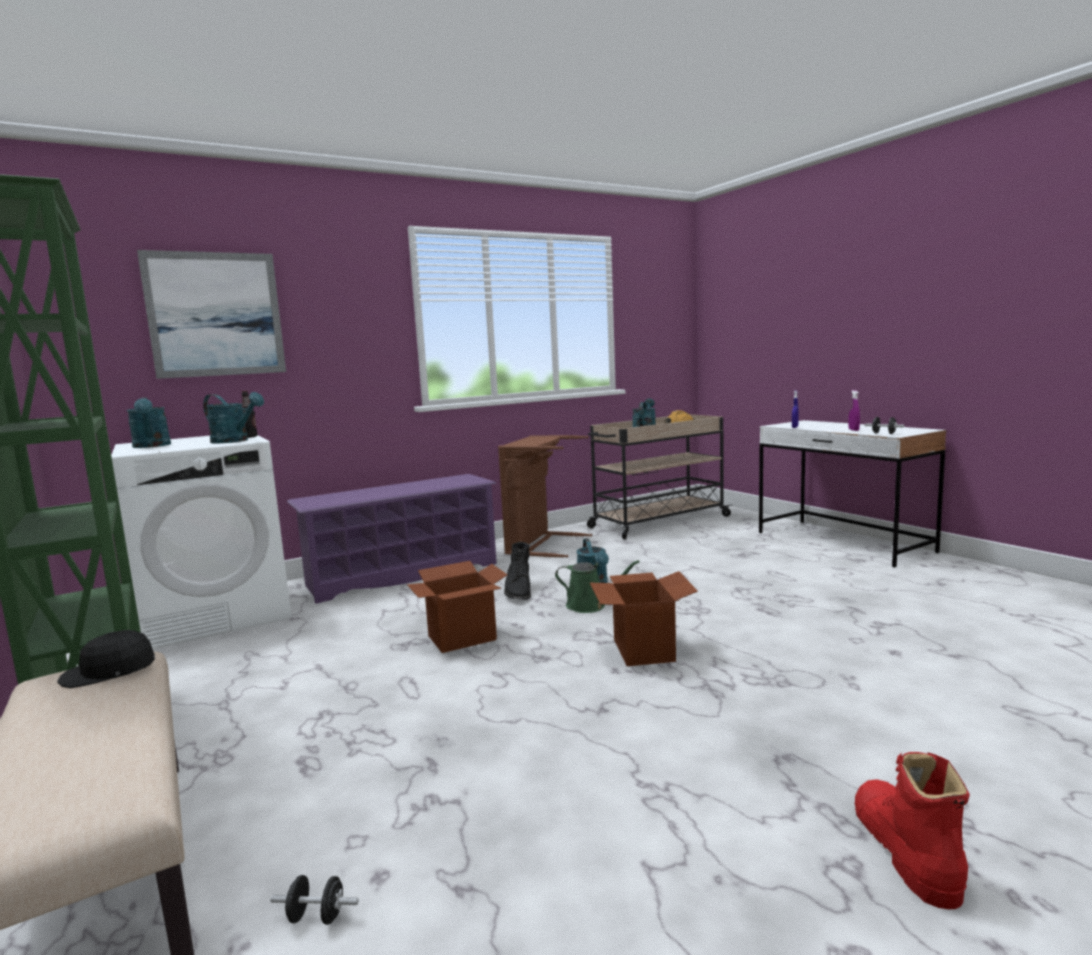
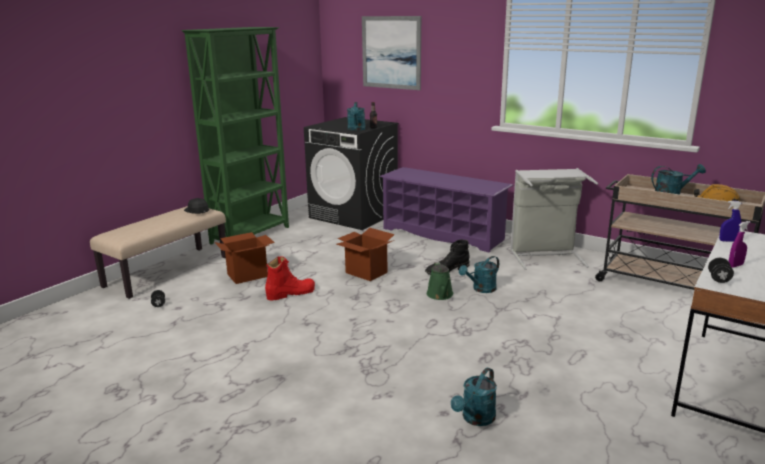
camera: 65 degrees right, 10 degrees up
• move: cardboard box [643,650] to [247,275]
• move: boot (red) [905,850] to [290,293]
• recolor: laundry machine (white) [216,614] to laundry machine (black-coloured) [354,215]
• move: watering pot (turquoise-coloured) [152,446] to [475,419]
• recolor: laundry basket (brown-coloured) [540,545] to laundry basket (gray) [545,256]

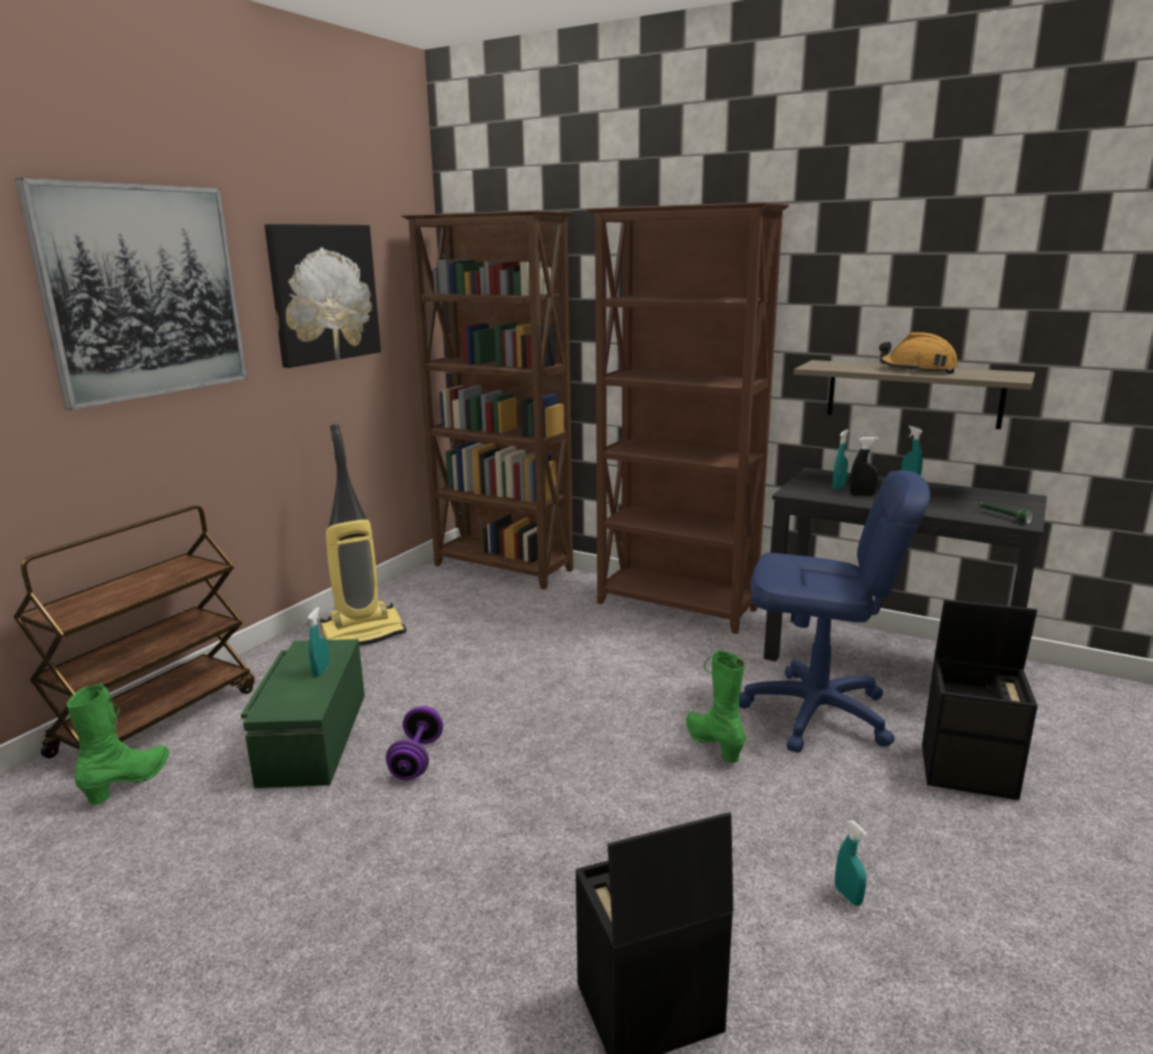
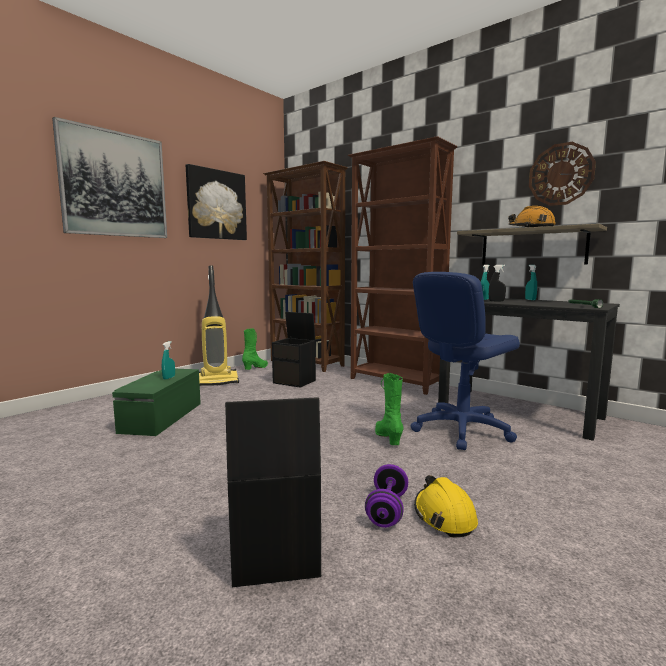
camera: 10 degrees right, 10 degrees down
• move: boot (greenish) [130,782] to [256,368]
• move: storage bin (black-coloured) [970,770] to [295,381]
• move: free weight (purple) [417,759] to [387,510]
• rotate: desk chair (blue) [816,713] = [461,430] 120 degrees clockwise
• replace: hand sprayer (turquoise-coloured) [848,896] to work helmet (yellowish) [444,516]
• insert: hanging clock [561,174]
• delete: wheeled cart (brown-coloured) [157,720]

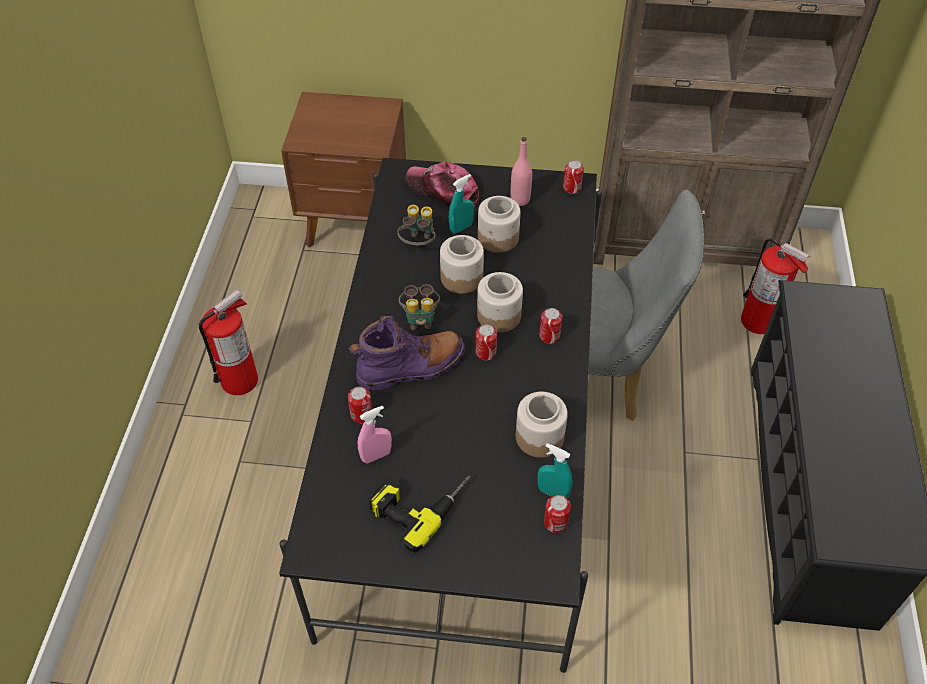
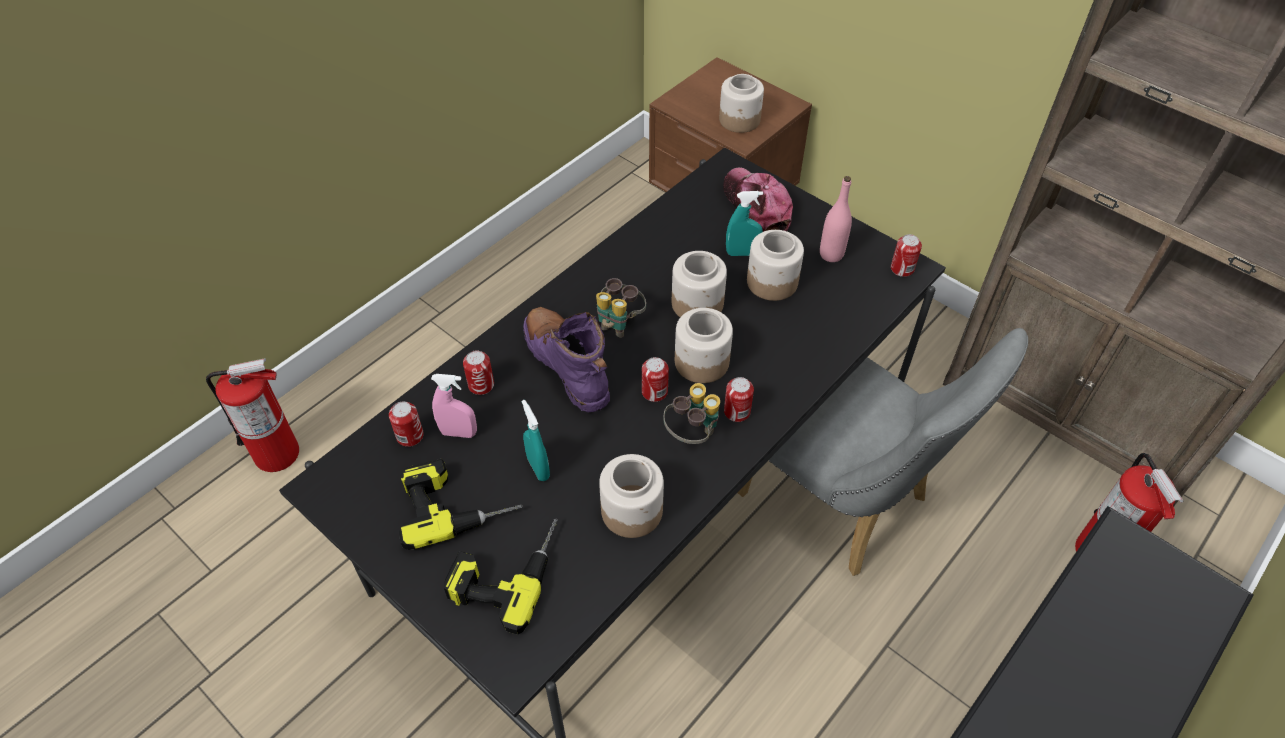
camera: 35 degrees right, 0 degrees up
• move: fire-fighting cylinder [240,380] to [277,453]
• move: sealed can [555,522] to [410,436]
• insert: power drill [505,569]
• move: hand sprayer (turquoise-coloured) [552,492] to [538,468]
• rotate: boot (purple) [411,367] = [567,366] 135 degrees counterclockwise
• move: field glasses [418,243] to [692,434]
• insert: storage jar [740,120]

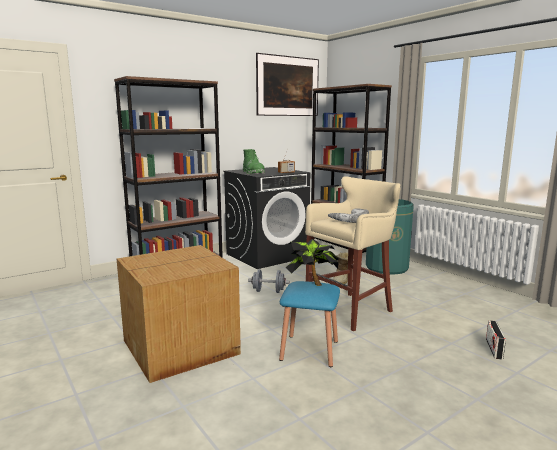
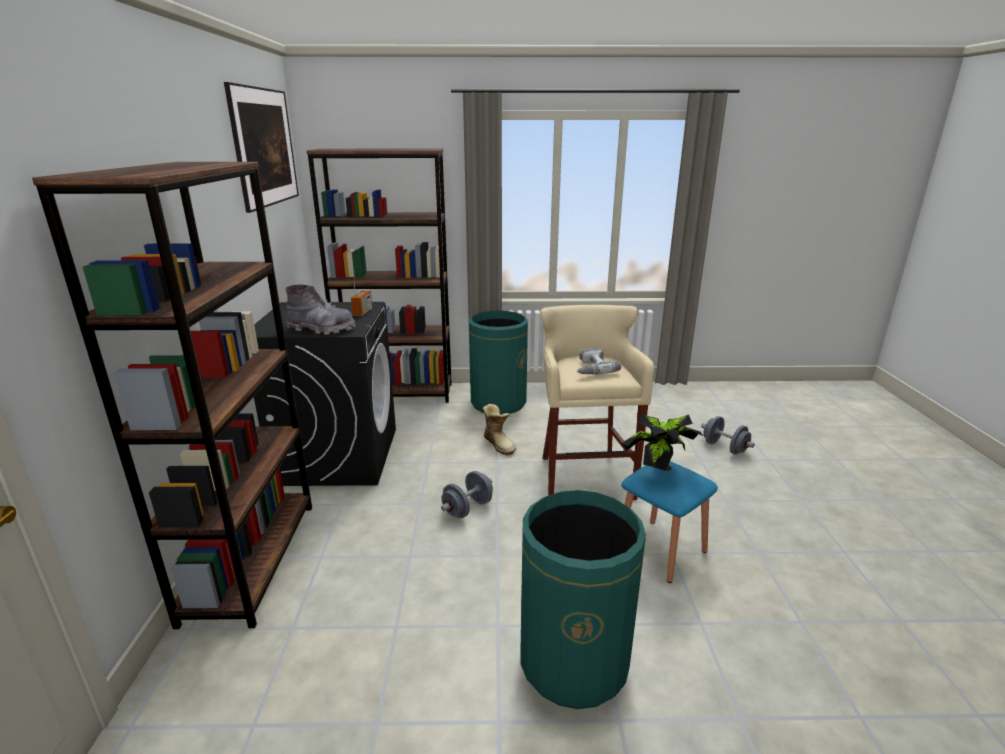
camera: 55 degrees left, 10 degrees up
• recolor: boot (greenish) [253,173] to boot (gray) [321,329]
• replace: cardboard box [182,347] to rubbish bin (greenish) [574,662]
• replace: radio receiver [494,349] to free weight (gray) [724,448]

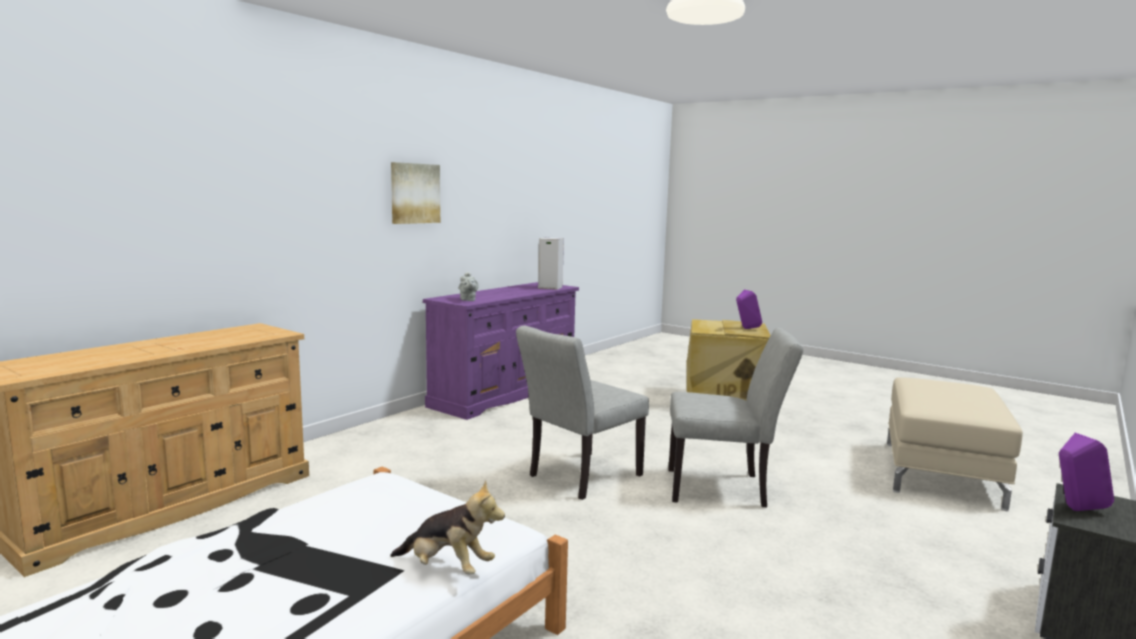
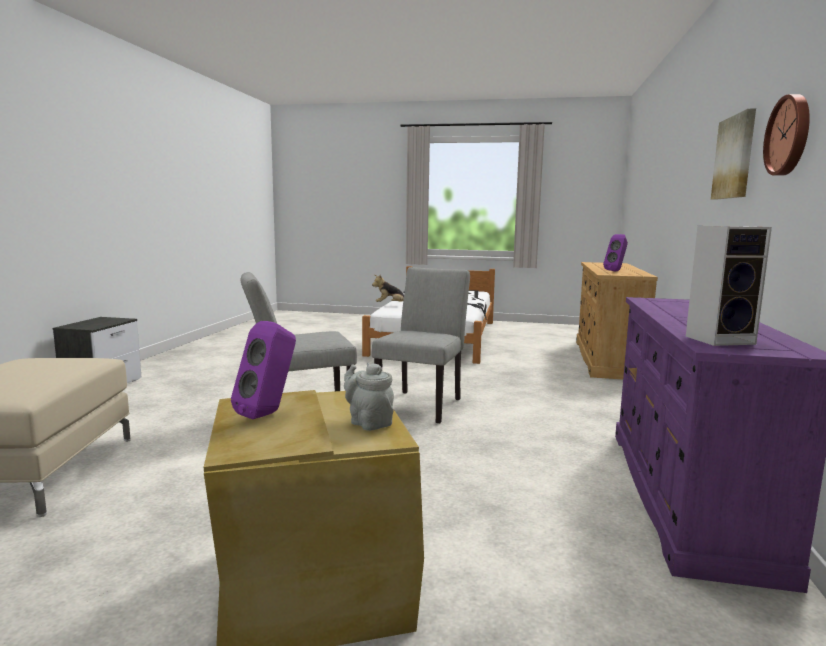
camera: 155 degrees right, 0 degrees up
• move: teapot (gray) [468,300] to [368,422]
• move: audio speaker (purple) [1075,510] to [616,271]
• insert: hanging clock [790,135]

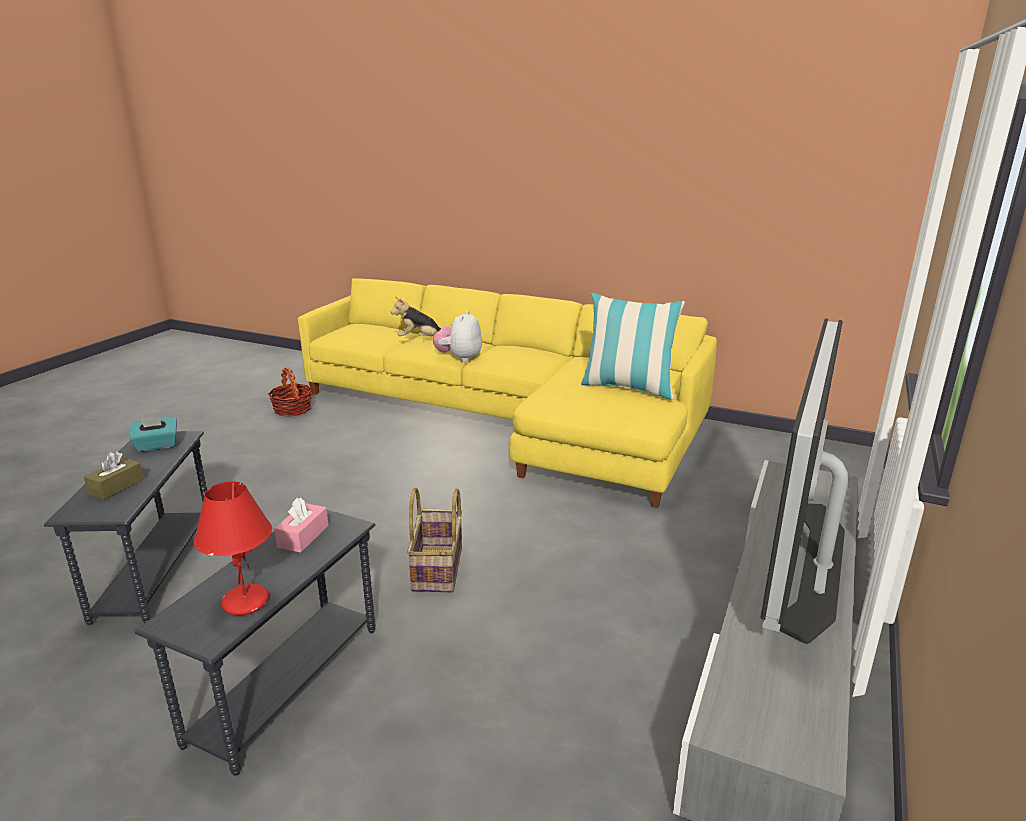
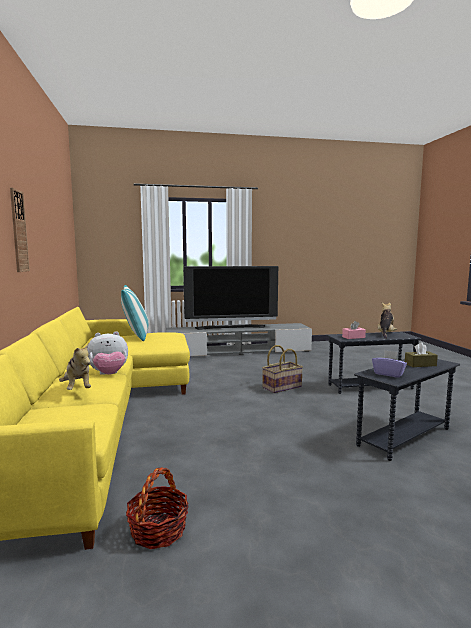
camera: 125 degrees left, 15 degrees down
• insert: hanging clock [19,231]
• recolor: box of tissues (turquoise-coloured) [157,445] to box of tissues (purple) [388,374]
• replace: table lamp (red) [245,601] to soft toy [385,334]

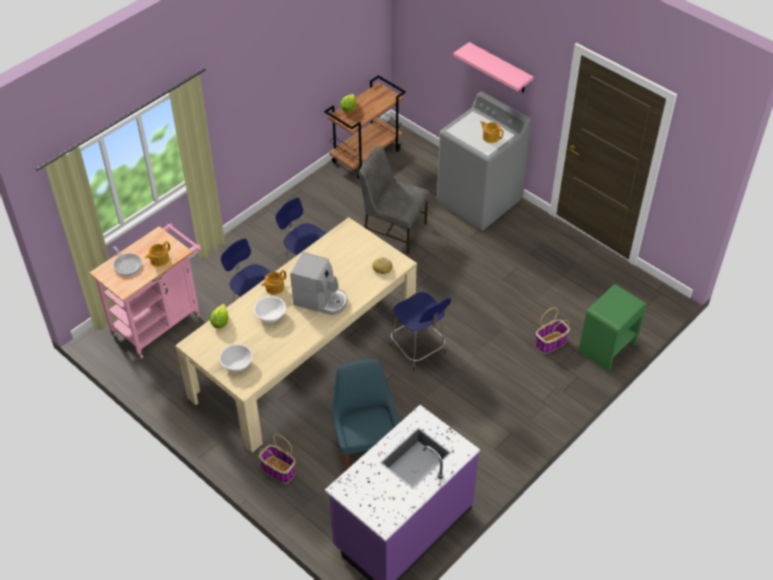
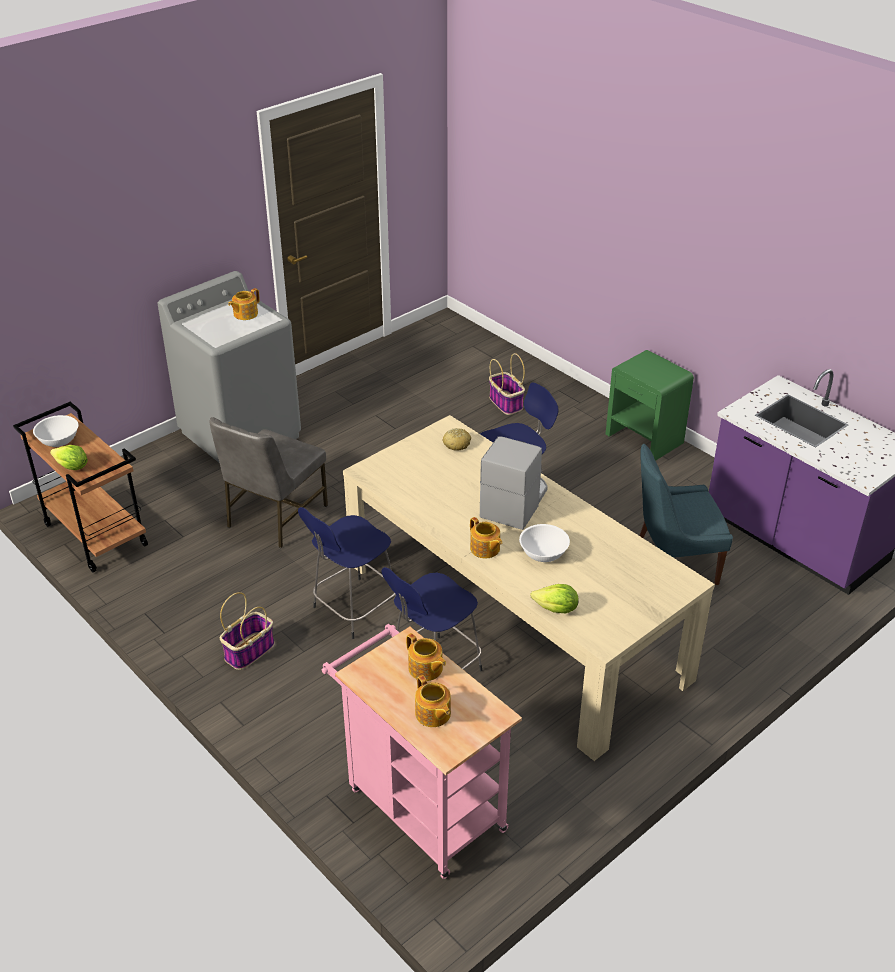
camera: 85 degrees left, 10 degrees down
• move: serving bowl (white) [237,364] to [58,441]
• move: storage basket [279,470] to [249,651]
• replace: frying pan [127,265] to teapot [433,714]
• move: night table (greenish) [607,347] to [645,439]
• delete: shelf (pinkish) [500,68]

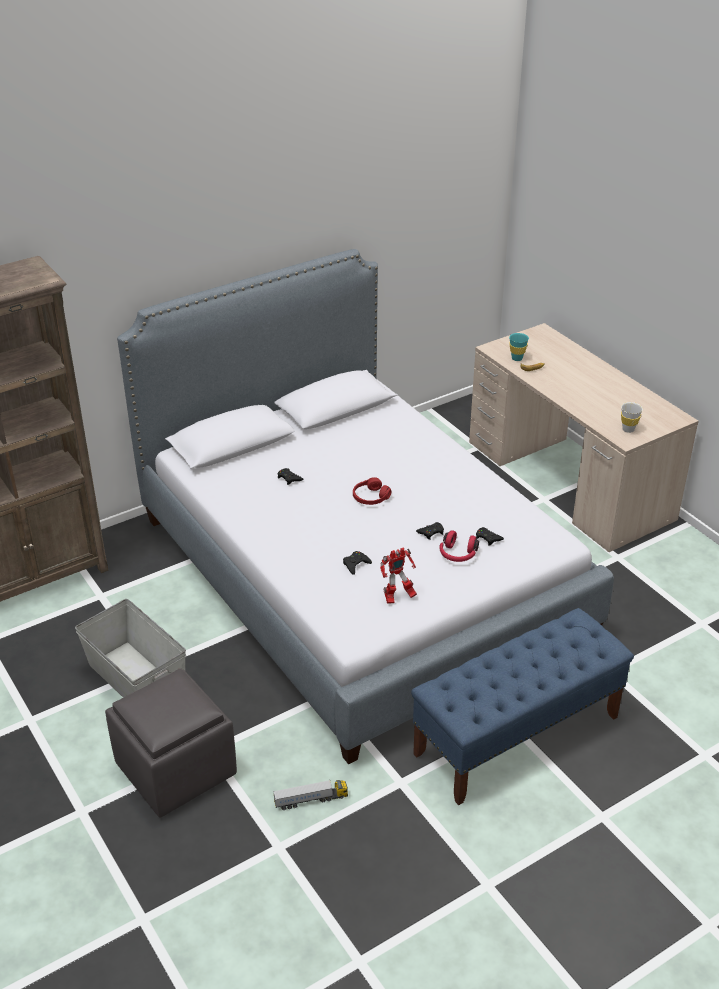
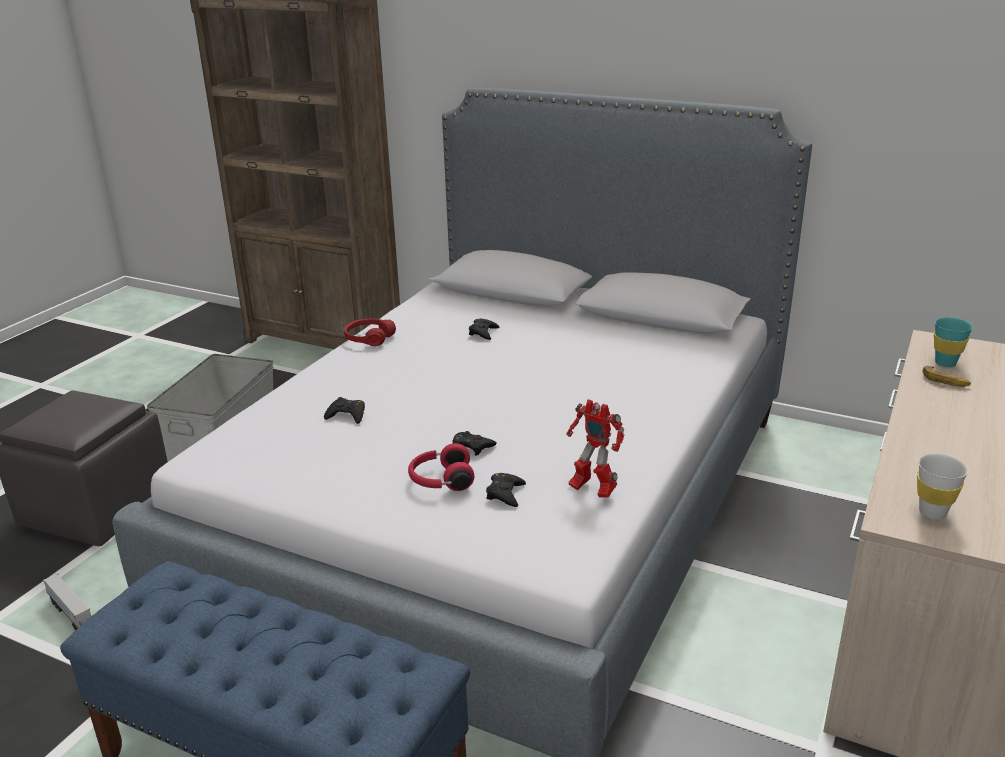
camera: 60 degrees right, 10 degrees down
• move: headset (red) [370,497] to [369,338]
• move: robot figure [398,597] to [592,489]

